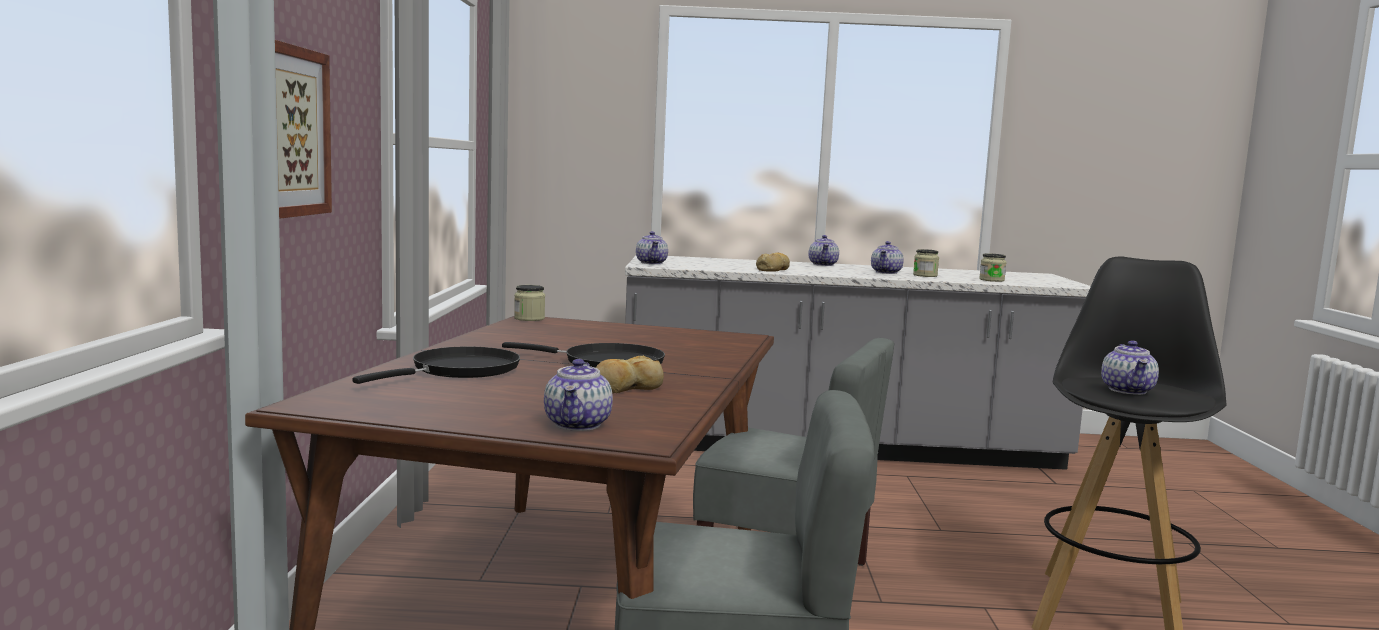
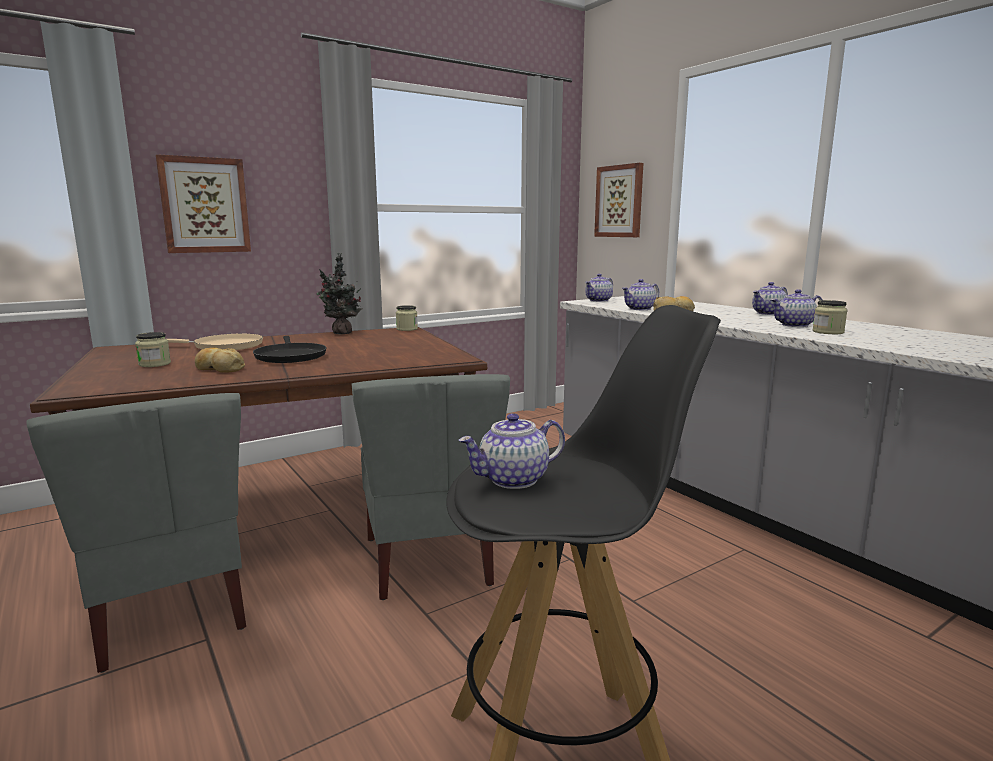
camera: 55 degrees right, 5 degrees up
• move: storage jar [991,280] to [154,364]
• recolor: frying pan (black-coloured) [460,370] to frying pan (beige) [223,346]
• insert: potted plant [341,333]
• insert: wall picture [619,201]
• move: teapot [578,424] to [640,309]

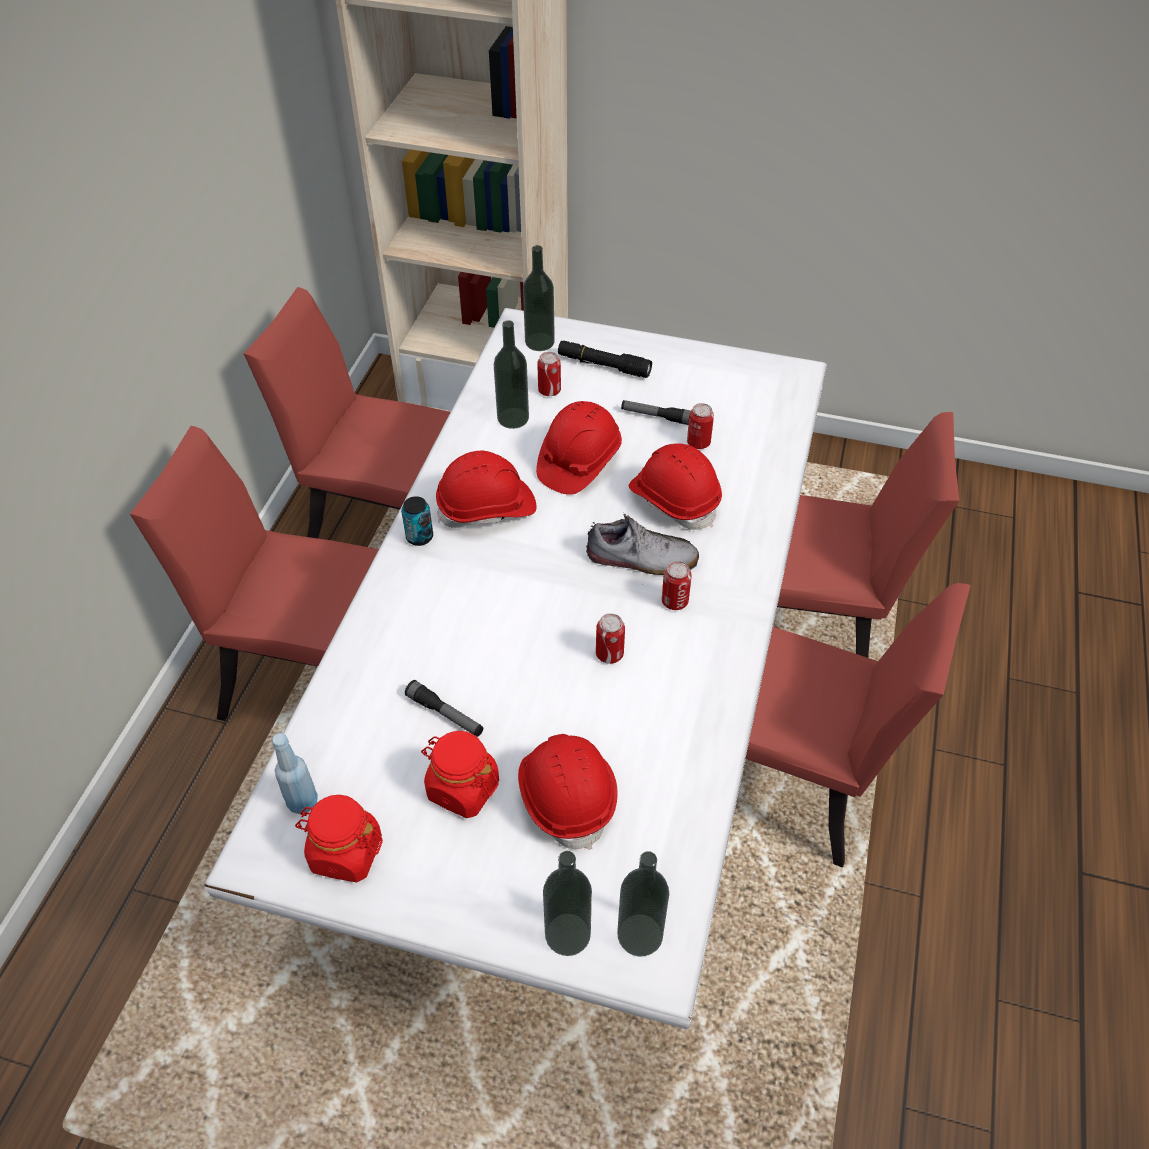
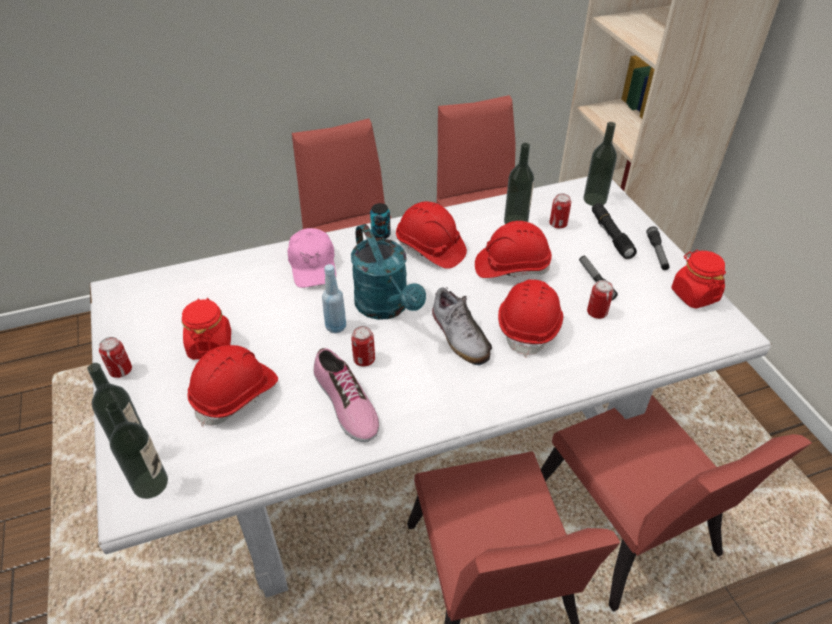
camera: 55 degrees right, 5 degrees down
• move: sealed can [674,601] to [121,371]
• insert: baseball cap (pinkish) [313,265]
• insert: shoe [345,403]
• move: beverage bottle (blue) [302,802] to [336,327]
• insert: watering pot (turquoise-coloured) [386,307]
• move: hand torch [445,714] to [657,253]
• move: storage jar (red) [345,853] to [694,295]

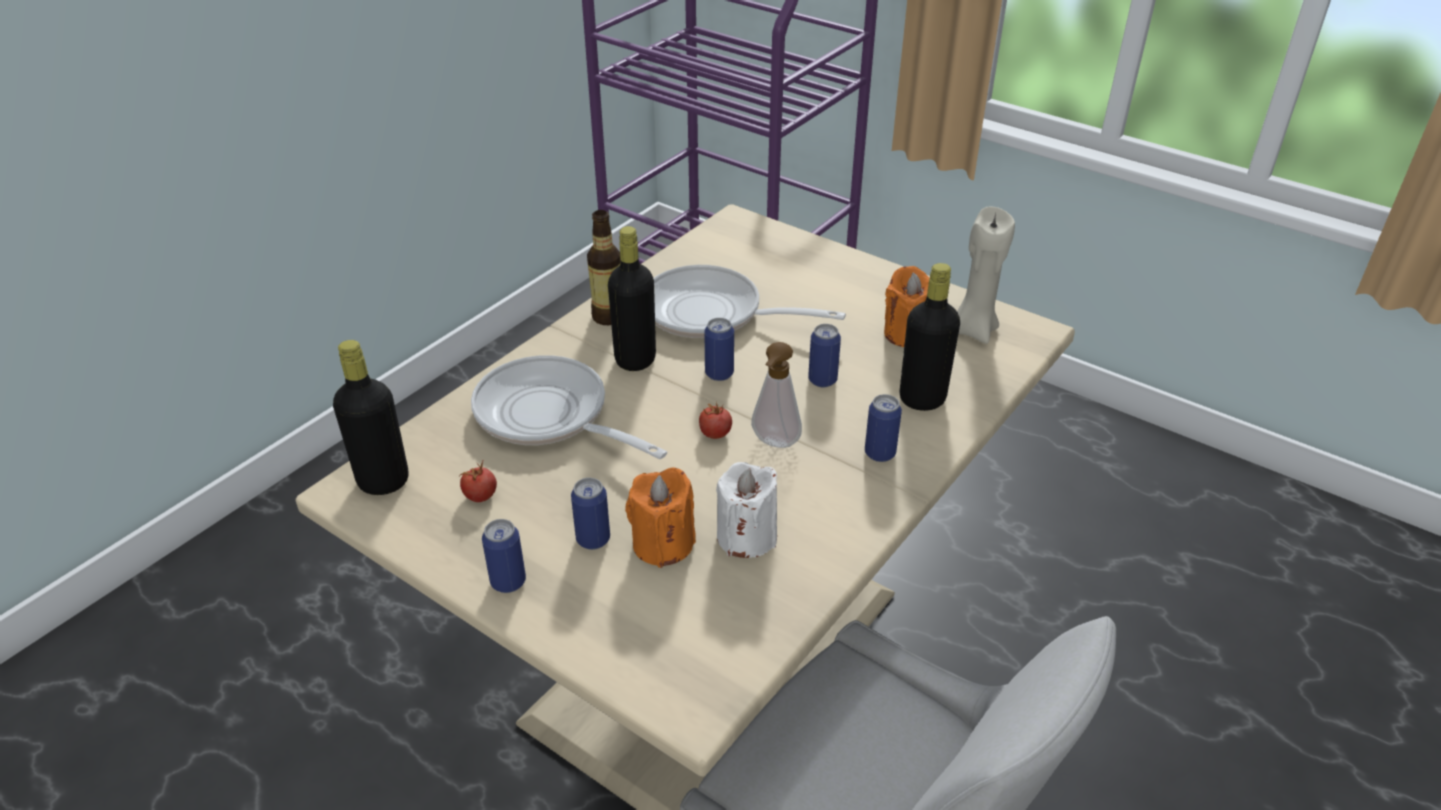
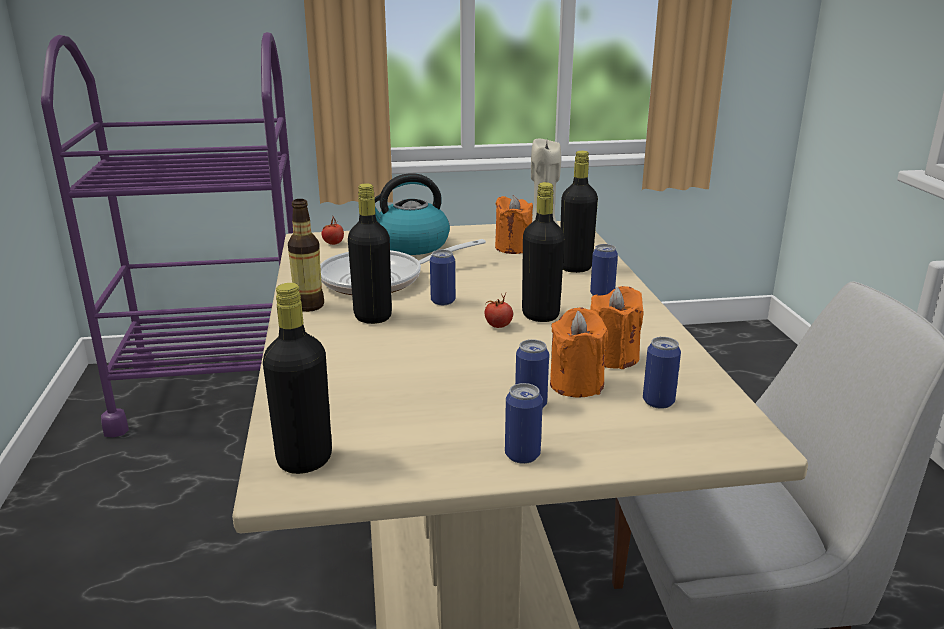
camera: 45 degrees left, 15 degrees down
• move: whole tomato [480,496] to [333,243]
• insert: kettle [410,245]
• replace: liquid soap bottle [774,443] to beverage bottle (black-coloured) [540,315]
• recolor: wax candle (white) [746,537] to wax candle (orange) [613,357]
• move: sealed can [822,380] to [658,402]
• delete: frying pan [549,416]

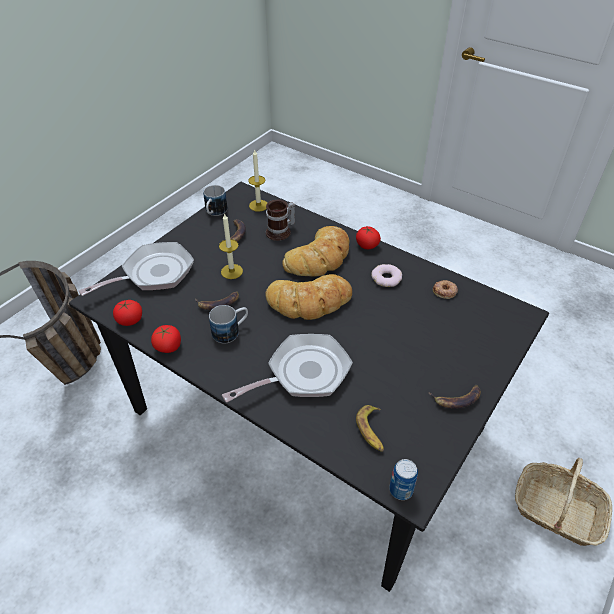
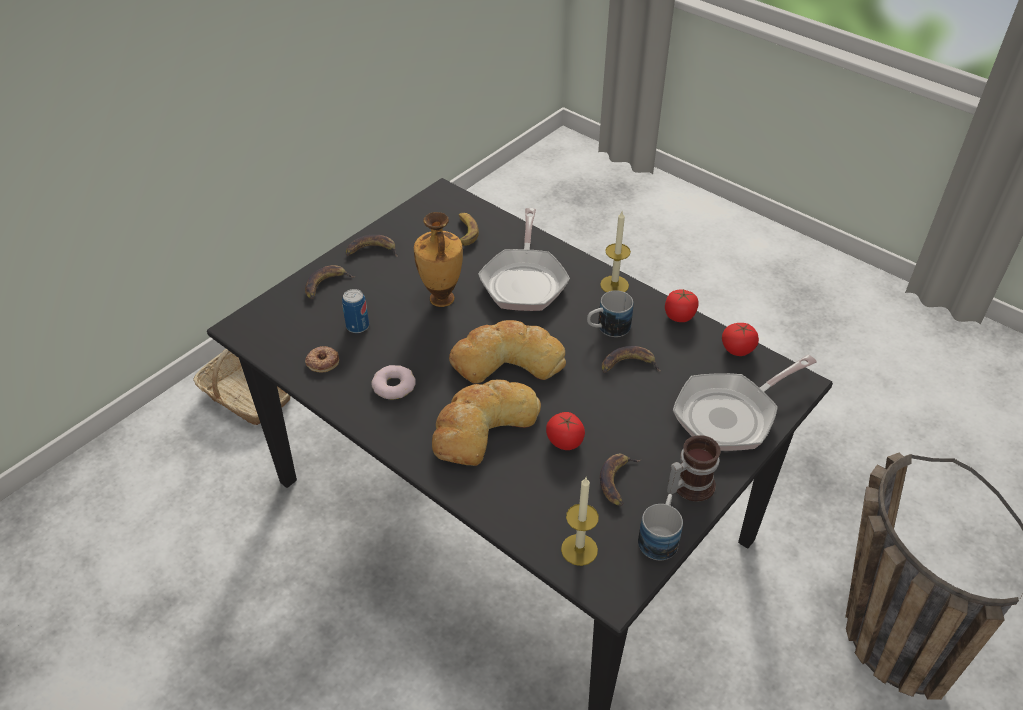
camera: 175 degrees left, 0 degrees up
• insert: whole banana [326,285]
• move: sealed can [401,489] to [357,326]
• insert: vase [441,300]
• rotate: frying pan [303,373] = [524,280] 60 degrees counterclockwise
• move: whole tomato [367,245] to [565,441]
• move: wax candle [232,271] to [614,285]
• move: coffee mug [281,232] to [688,485]

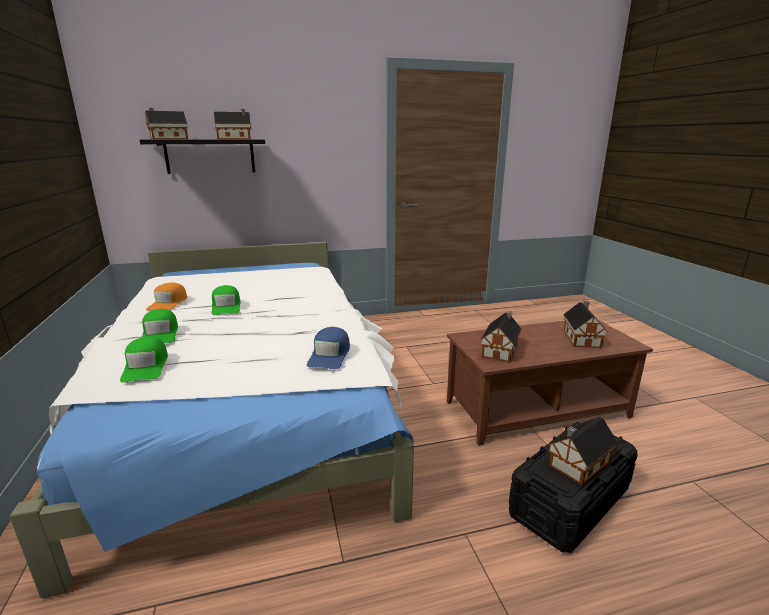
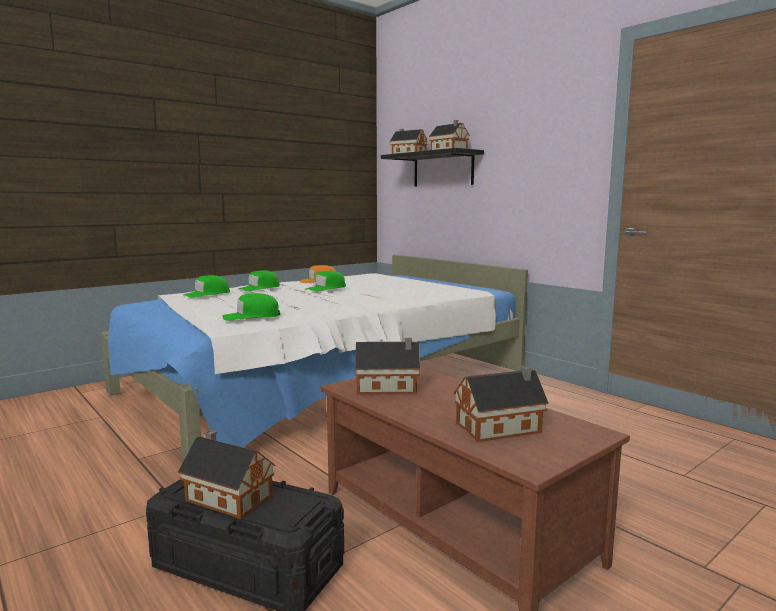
camera: 65 degrees right, 10 degrees down
• recolor: baseball cap (blue) [330,355] to baseball cap (greenish) [251,316]

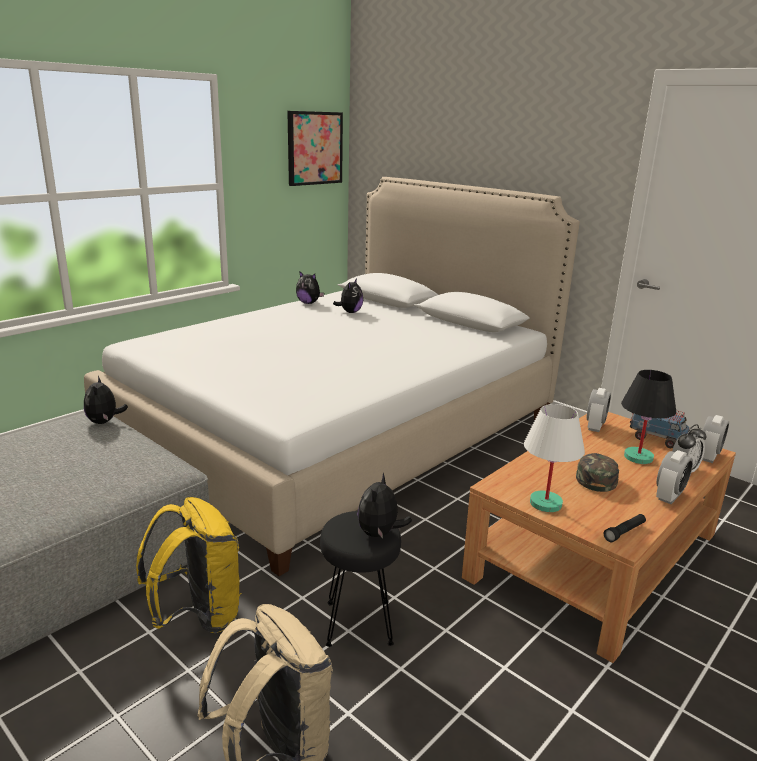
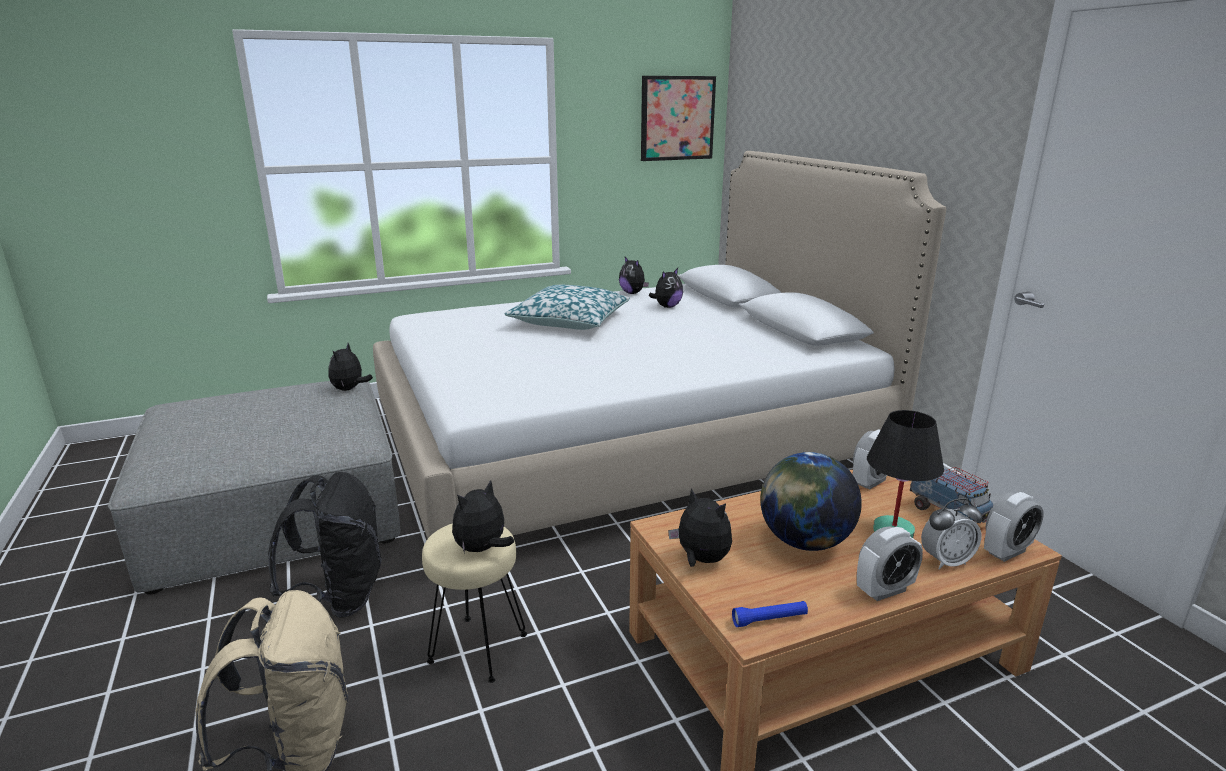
camera: 25 degrees right, 0 degrees up
• recolor: backpack (yellowish) [198,616] to backpack (black-coloured) [340,597]
• recolor: sitting stool (black-coloured) [358,624] to sitting stool (beige) [477,649]
• insert: throw pillow [570,321]
• replace: table lamp (white) [545,503] to soft toy [701,560]
• recolor: hand torch (black-coloured) [624,532] to hand torch (blue) [769,620]
• replace: baseball cap (greenish) [595,476] to globe [804,542]

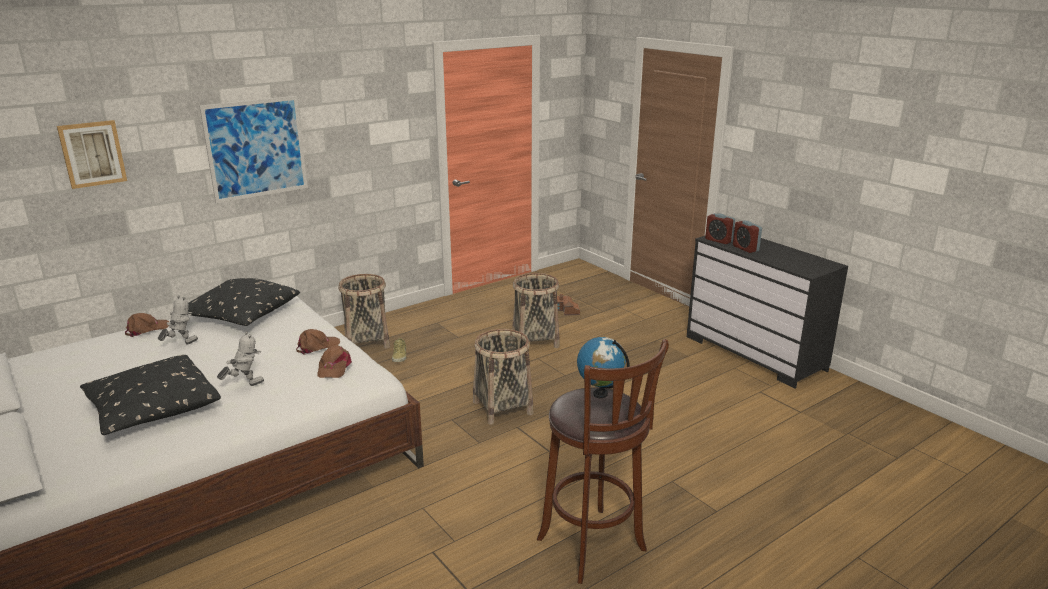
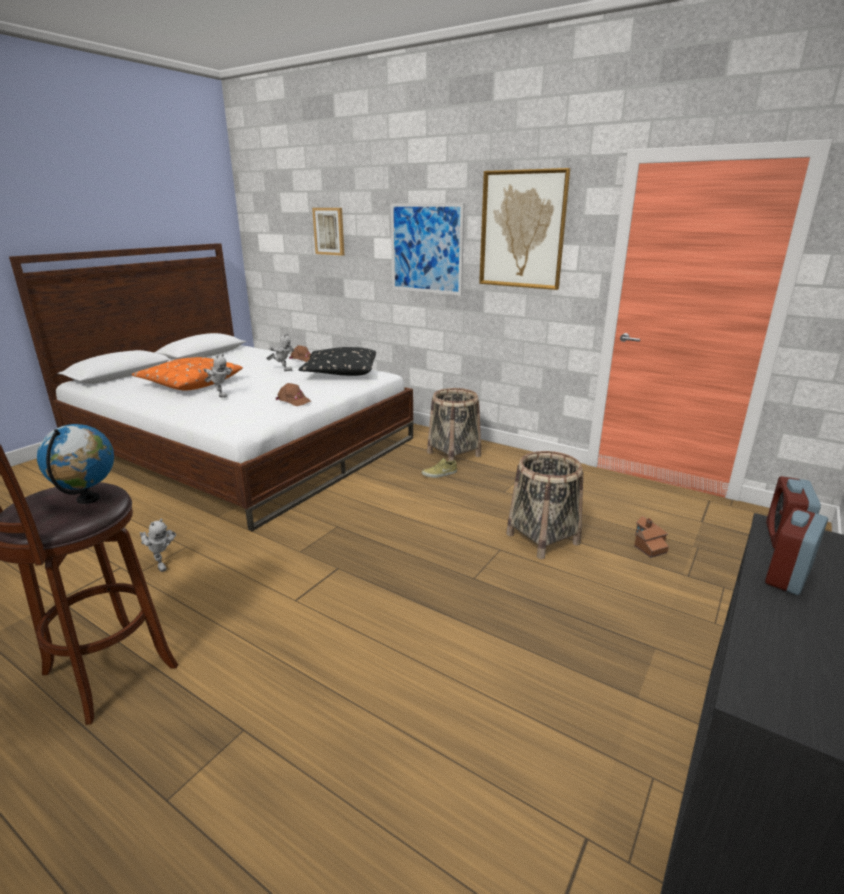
camera: 70 degrees right, 0 degrees up
• recolor: throw pillow (black-coloured) [152,408] to throw pillow (orange) [189,383]
• insert: robot figure [162,563]
• insert: wall picture [522,230]
• delete: baseball cap (brown-coloured) [334,368]
• delete: storage basket [503,407]

